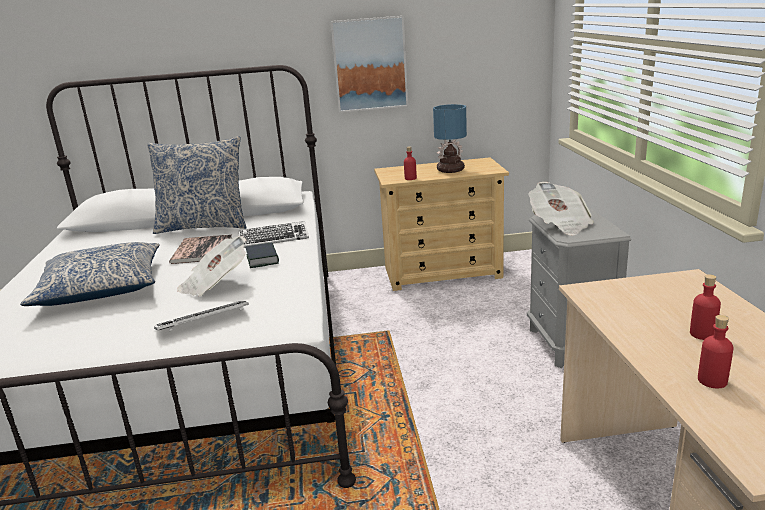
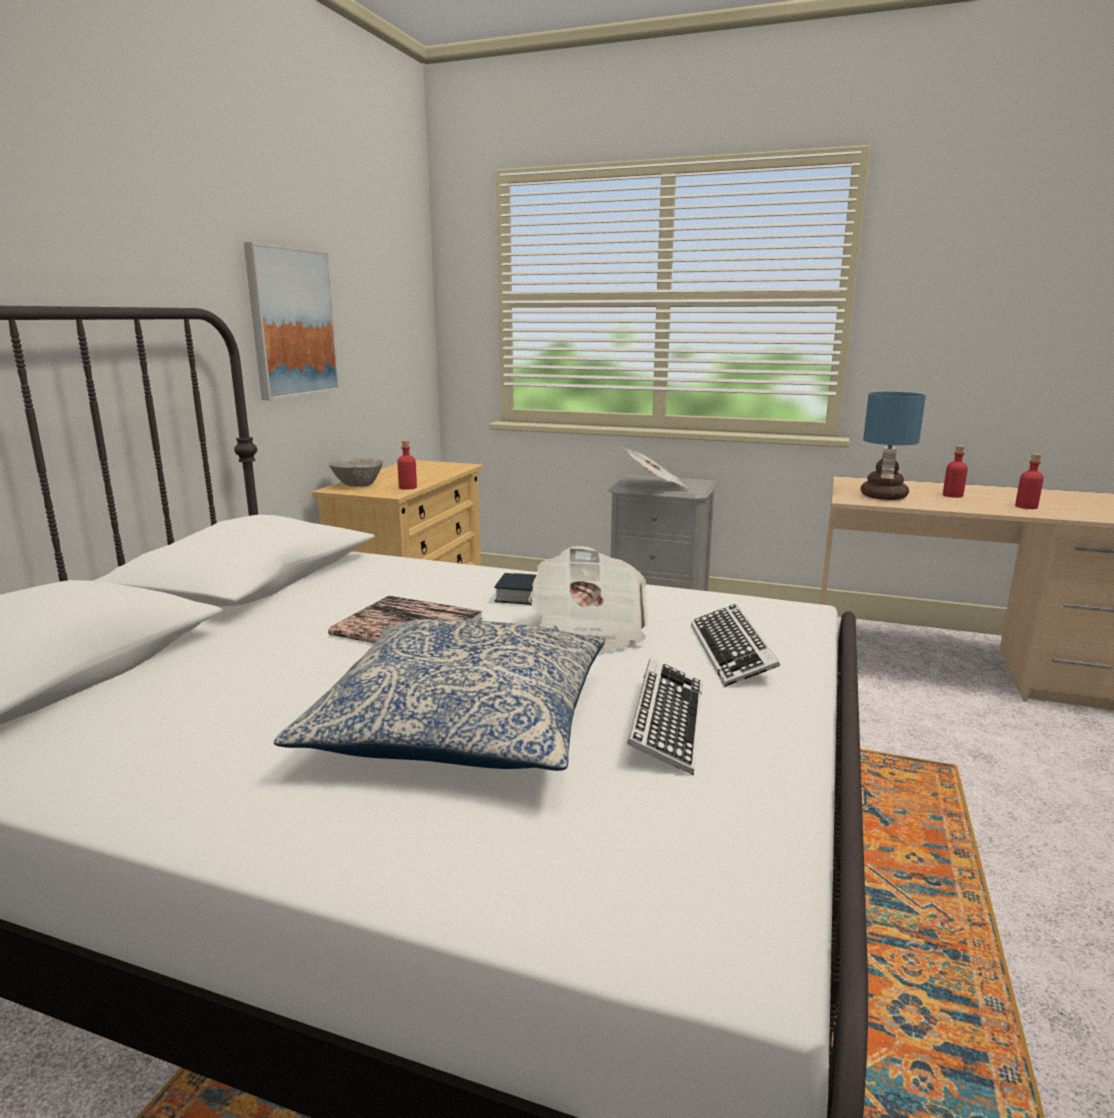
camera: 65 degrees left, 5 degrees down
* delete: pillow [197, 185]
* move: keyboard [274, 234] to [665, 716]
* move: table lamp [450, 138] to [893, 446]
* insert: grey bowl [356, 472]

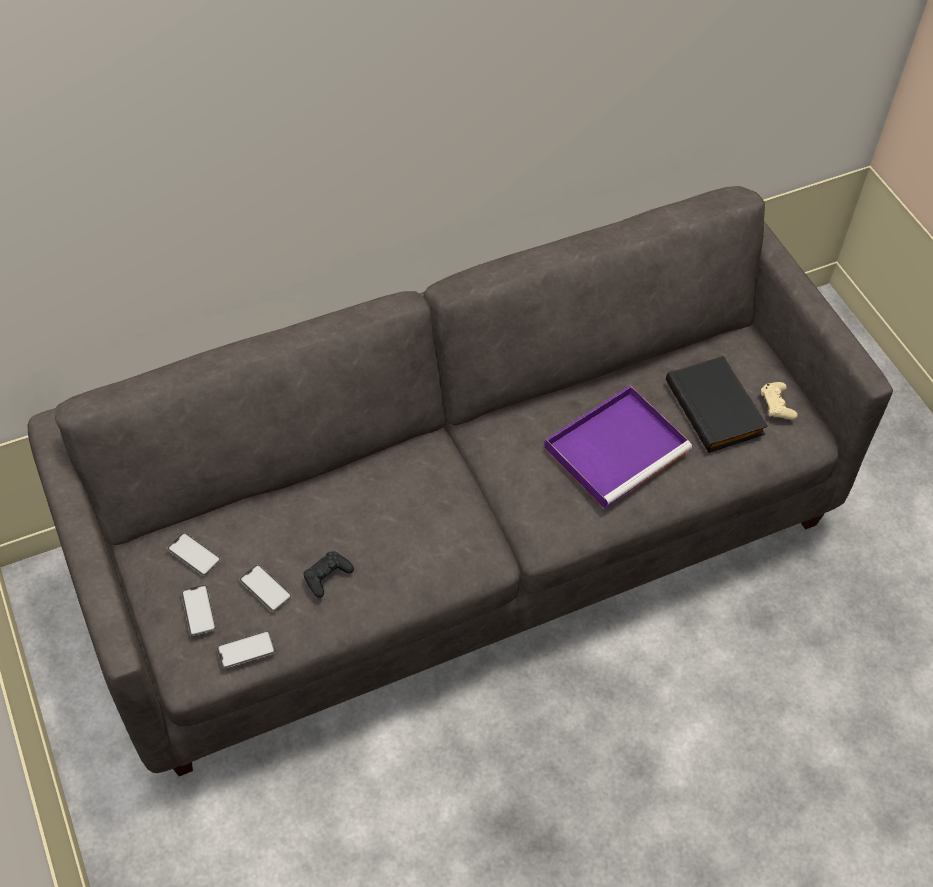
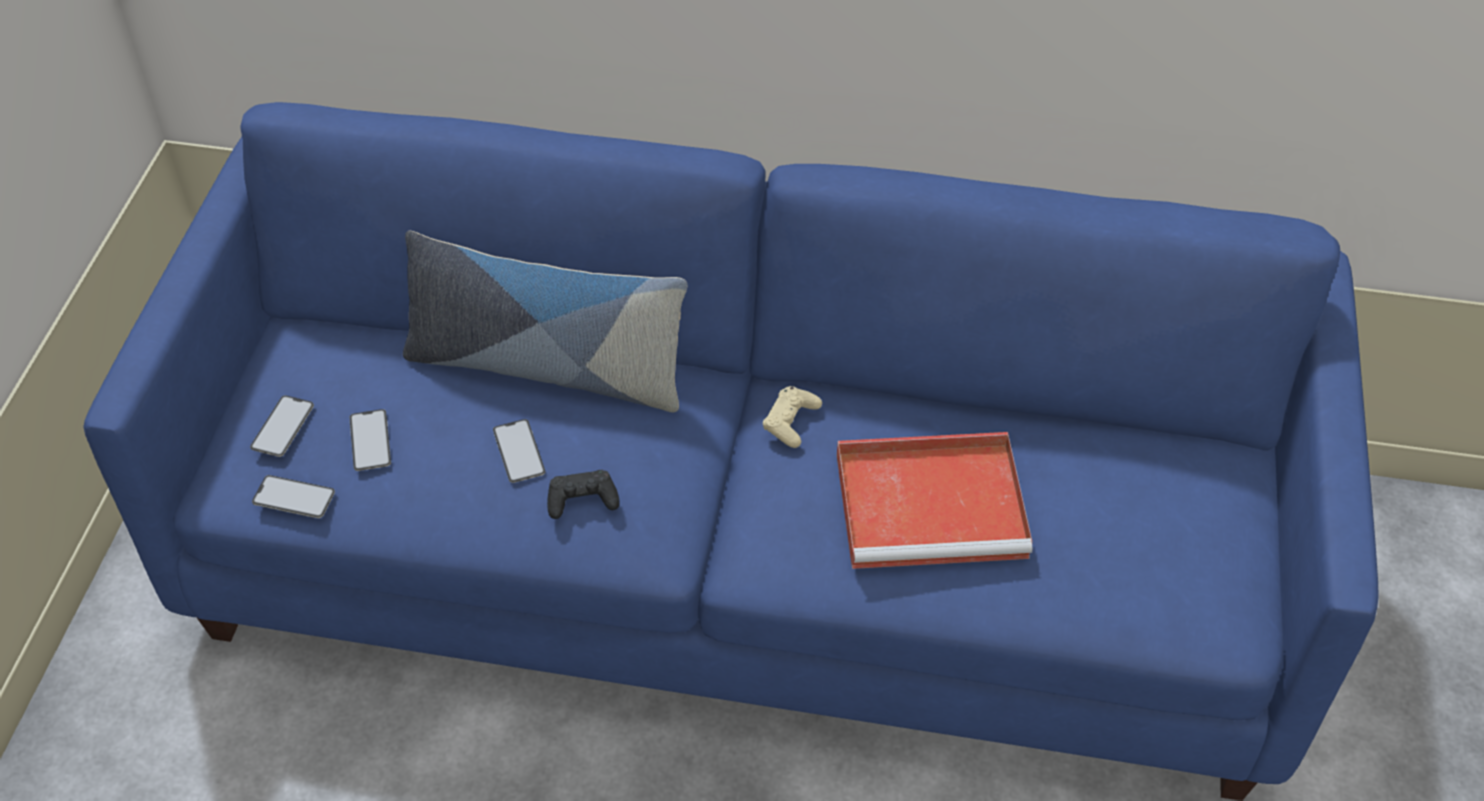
camera: 35 degrees right, 5 degrees down
* recolor: grey sofa [460, 481] to blue sofa [730, 451]
* move: phone [194, 554] to [519, 451]
* move: black game controller [329, 574] to [583, 494]
* recolor: purple tray [618, 447] to red tray [934, 500]
* delete: black book [717, 404]
* move: beige game controller [779, 400] to [792, 417]
* insert: pillow [545, 321]

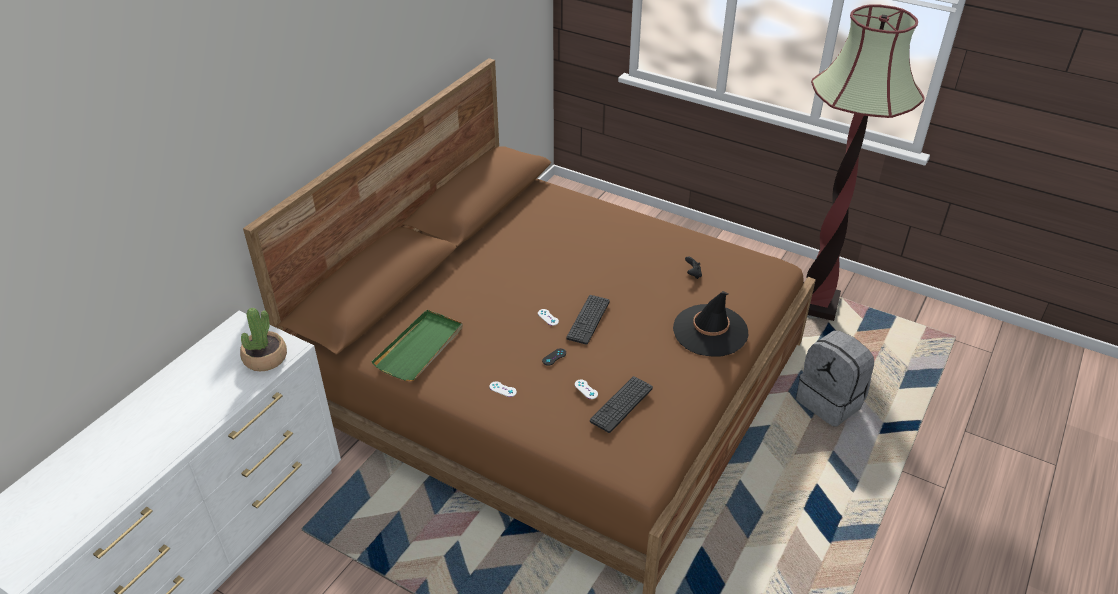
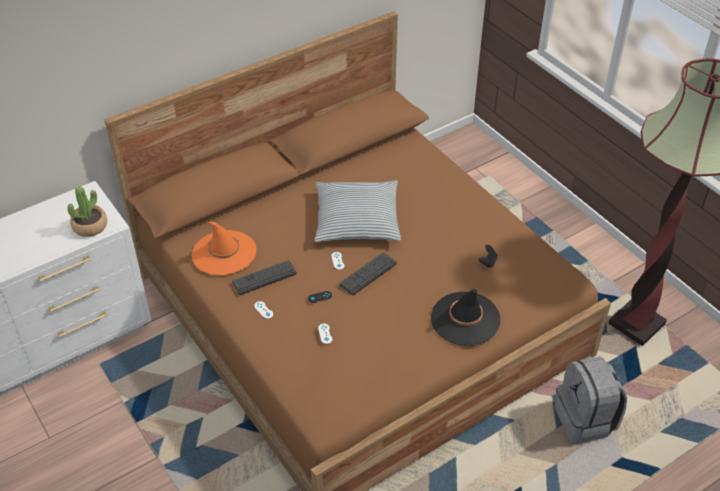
camera: 25 degrees right, 5 degrees up
* replace: green tray [417, 345] to orange hat [224, 248]
* move: keyboard [621, 404] to [264, 277]
* insert: pillow [358, 211]

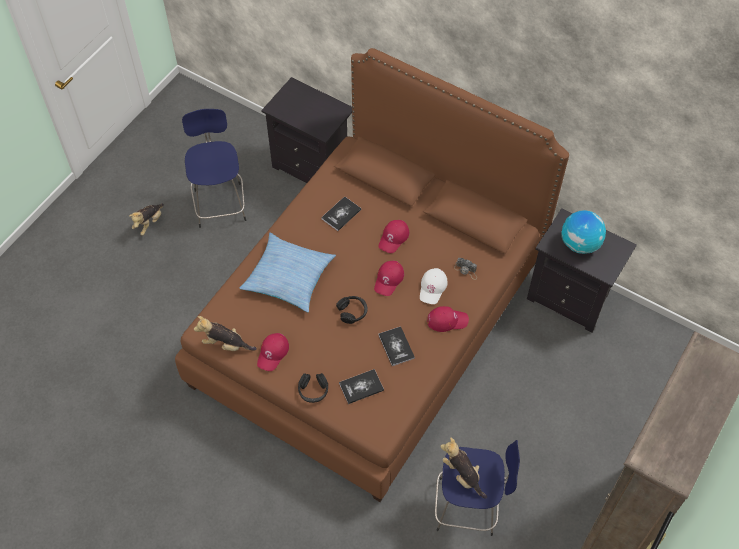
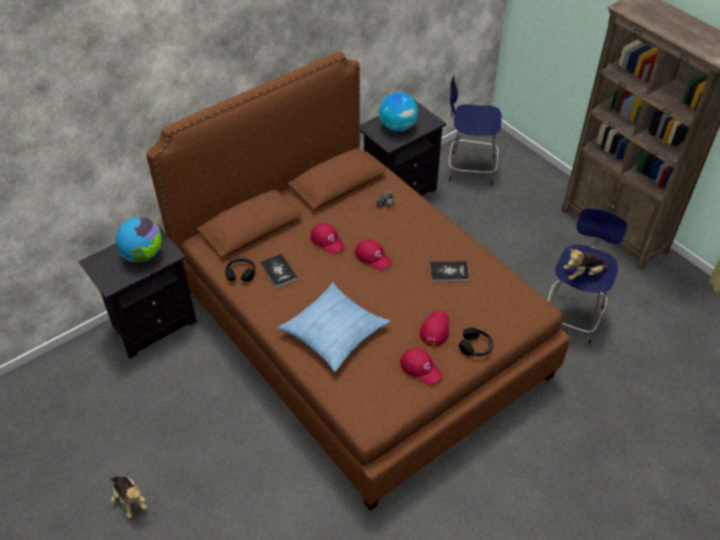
camera: 70 degrees left, 10 degrees down
* move: blue stool [214, 168] to [475, 130]
* delete: plush toy [225, 333]
* move: black headphones [352, 310] to [240, 269]
* delete: book [361, 386]
* delete: white cap [434, 286]
* move: red cap [448, 319] to [434, 328]
* insert: globe [139, 239]

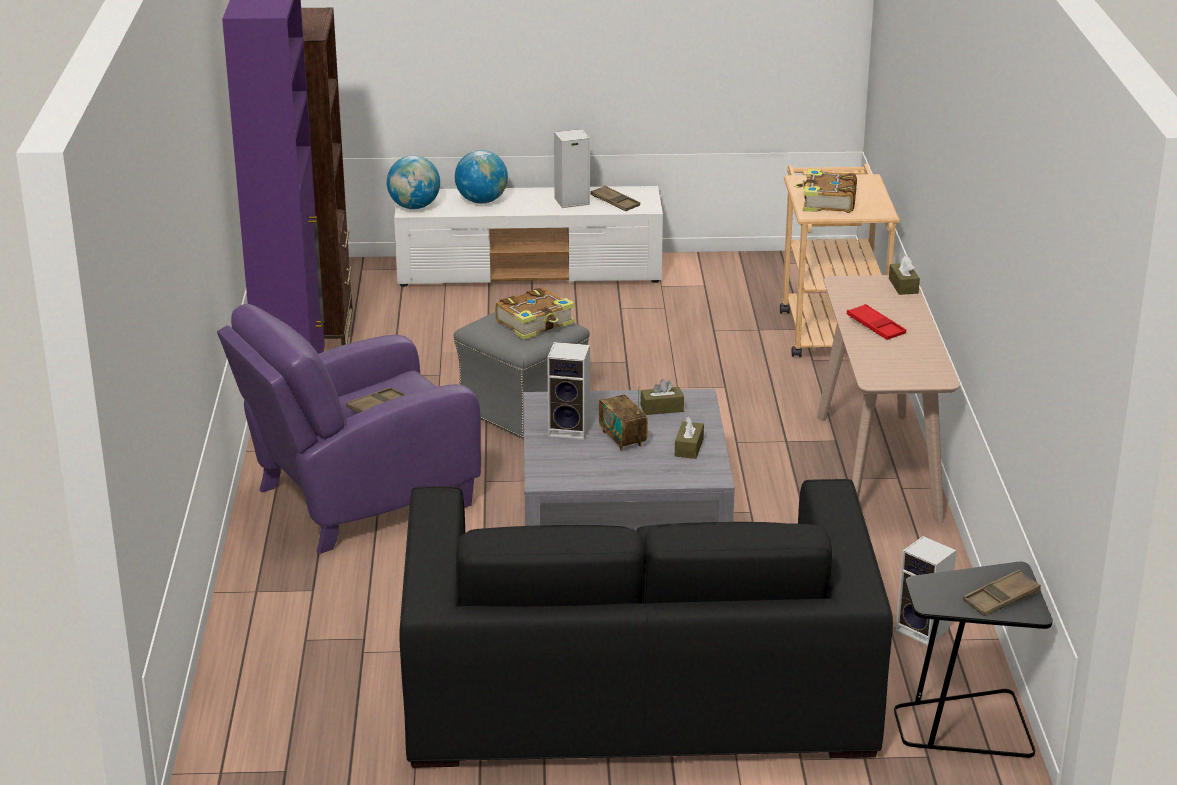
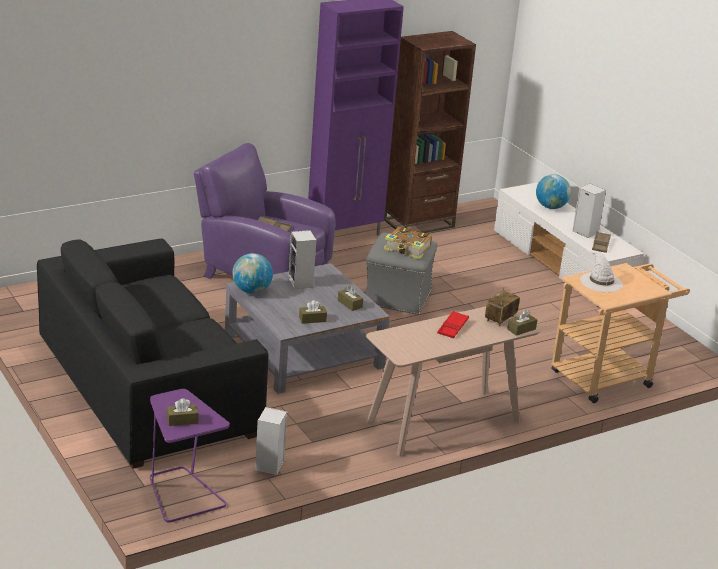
camera: 60 degrees right, 0 degrees up
* move: globe [413, 182] to [252, 273]
* move: radio [623, 418] to [502, 306]
* replace: book [825, 191] to white hat [601, 271]
* recolor: black side table [973, 660] to purple side table [190, 455]
* replace: brown tray [1002, 593] to brown tissue box [183, 412]

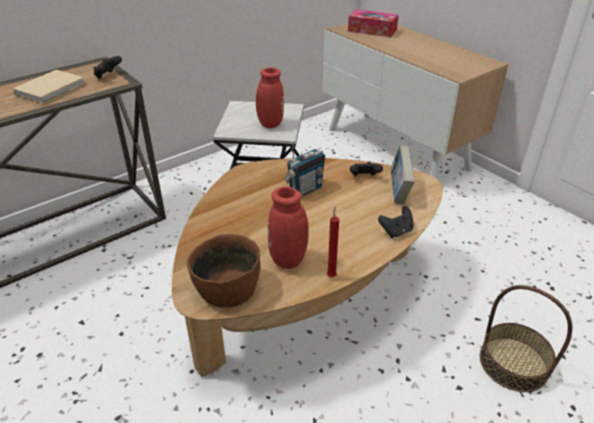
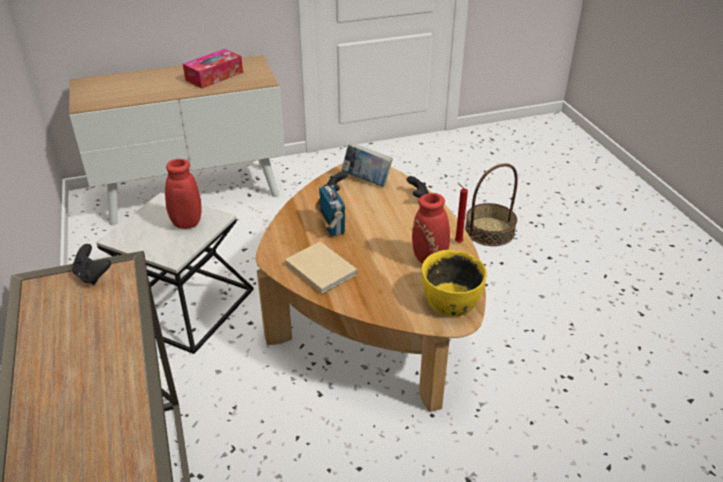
camera: 70 degrees left, 0 degrees up
* move: beige book [49, 87] to [321, 268]
* recolor: brown bowl [223, 271] to yellow bowl [454, 283]
* move: tissue box [373, 23] to [213, 69]

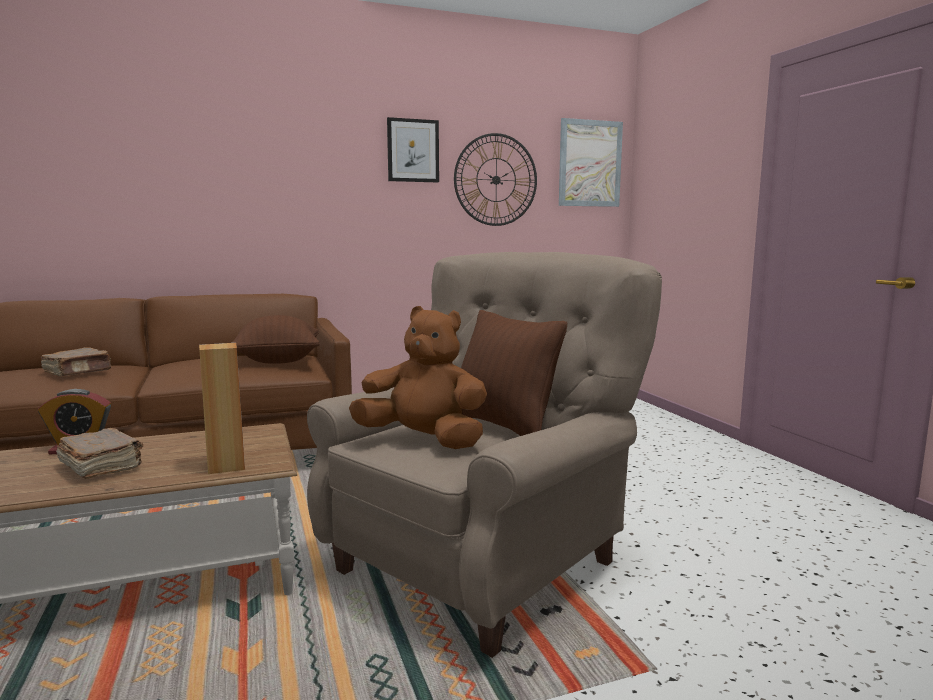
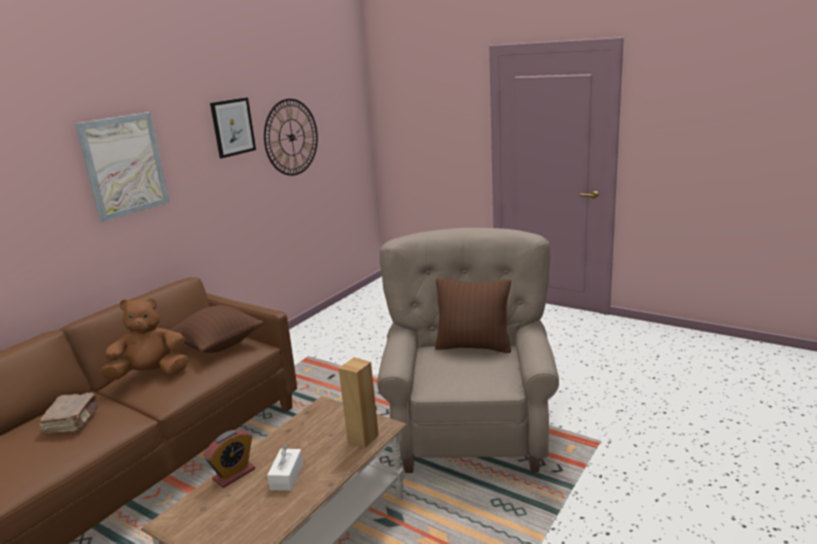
camera: 35 degrees left, 10 degrees up
* replace: brown book [99, 453] to white tissue box [285, 468]
* move: brown plush toy [418, 377] to [144, 338]
* move: picture [591, 162] to [122, 167]

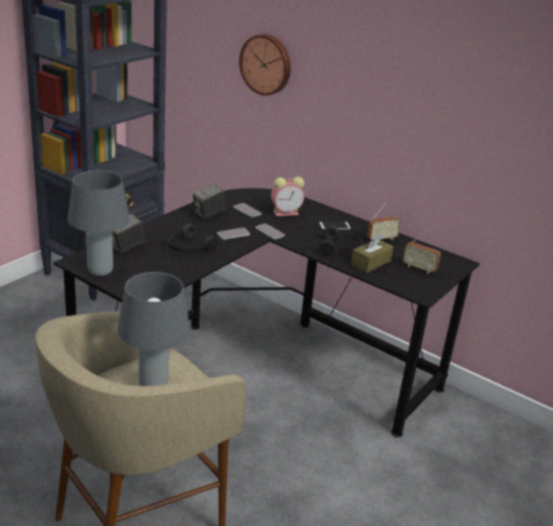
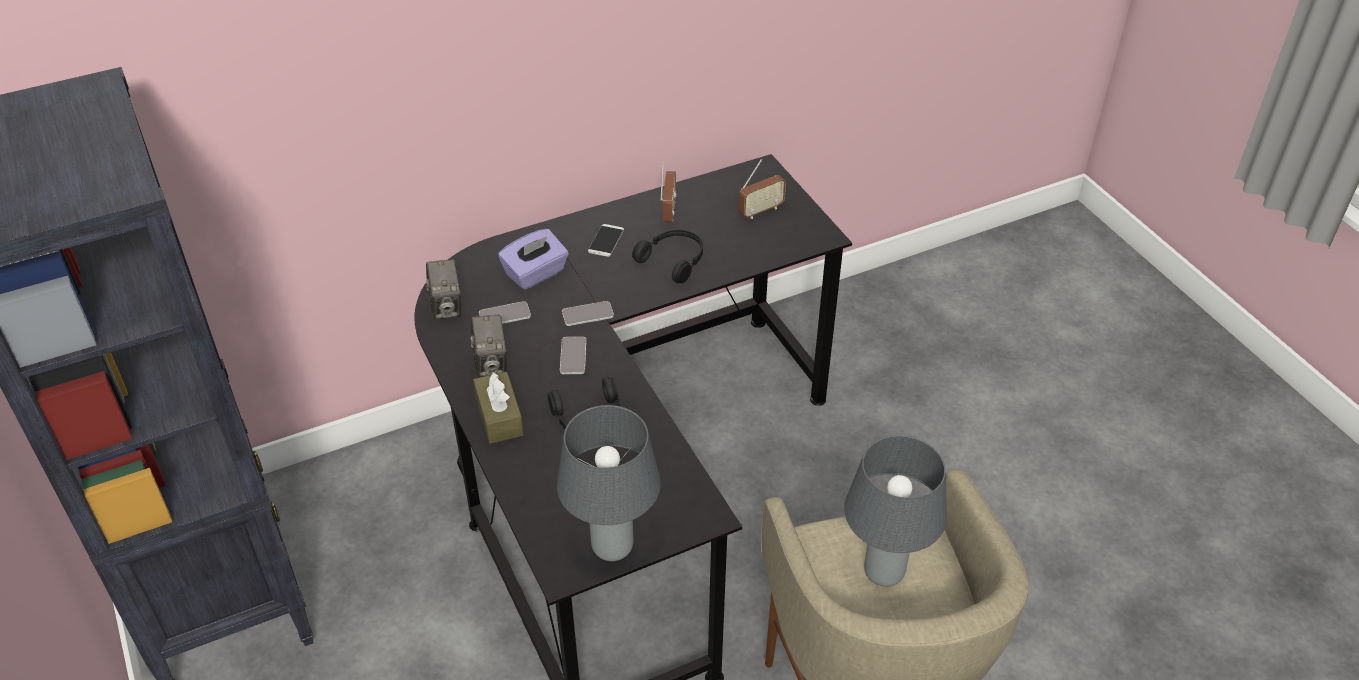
camera: 60 degrees left, 15 degrees up
* move: photo camera [128, 234] to [443, 289]
* delete: wall clock [265, 65]
* replace: alarm clock [287, 196] to purple tissue box [533, 259]
* move: brown tissue box [372, 253] to [498, 407]

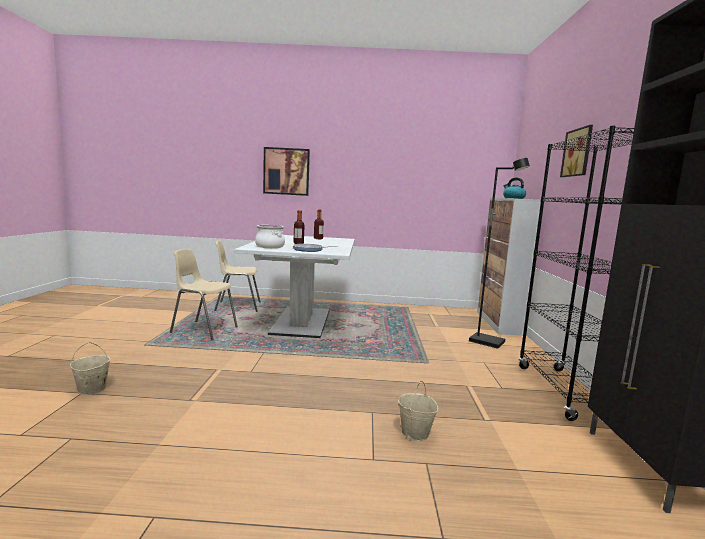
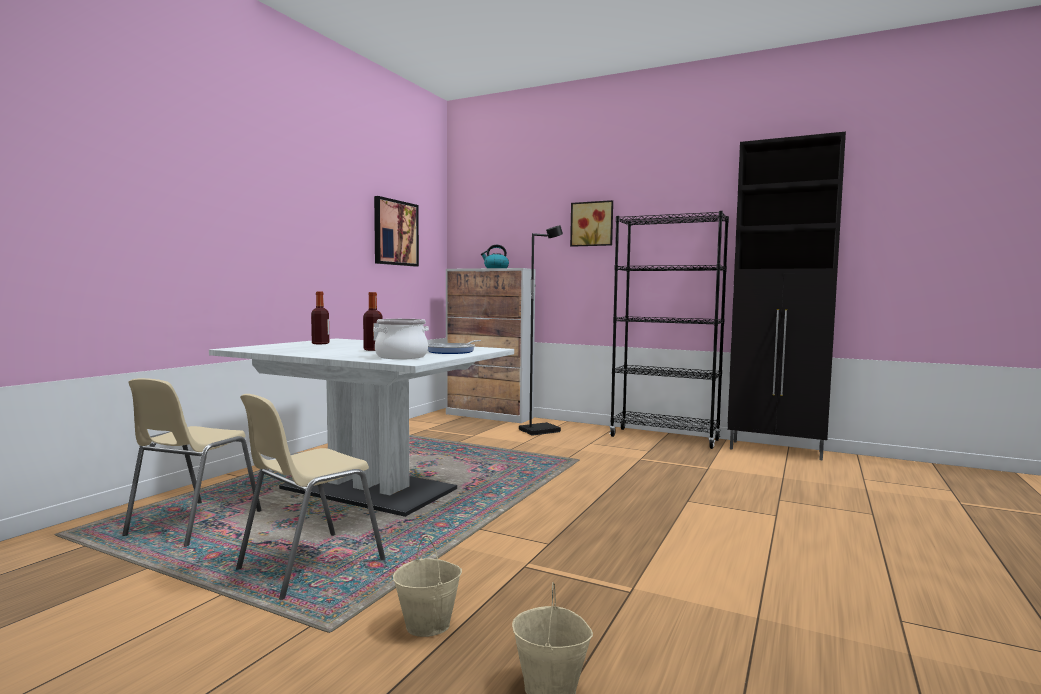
camera: 65 degrees left, 5 degrees down
* move: picture [286, 171] to [396, 231]
* move: beige bucket [418, 411] to [427, 586]

